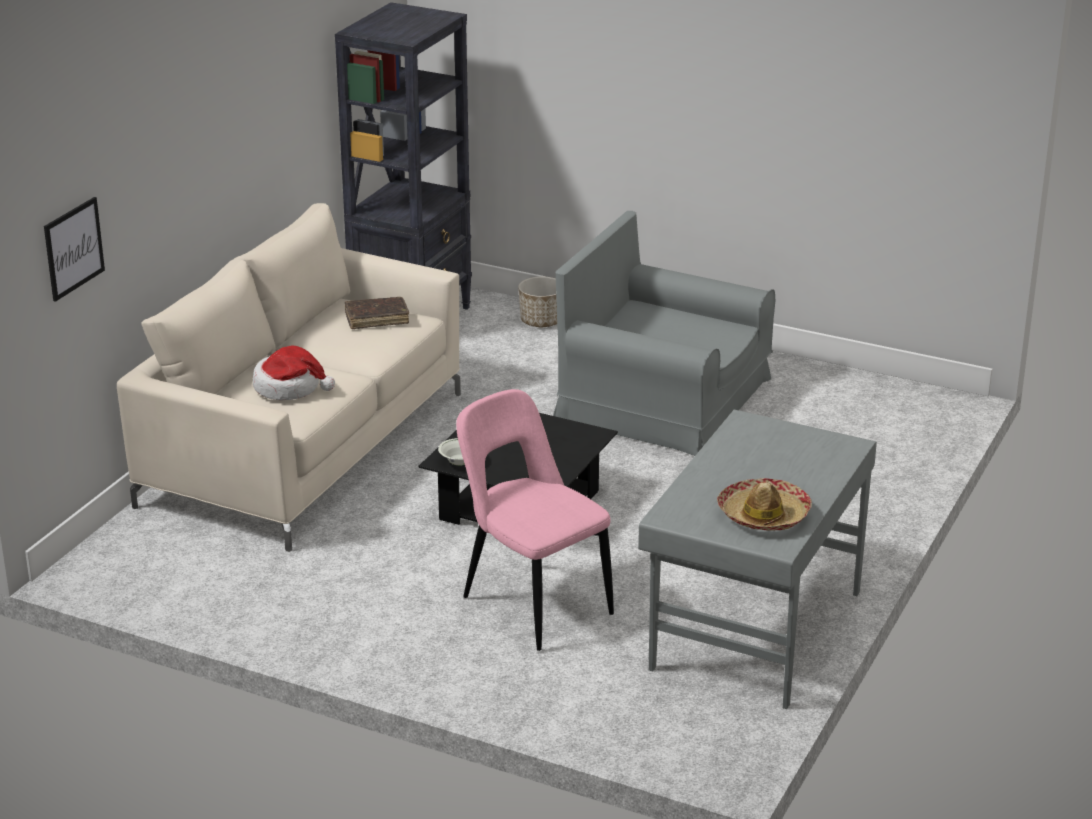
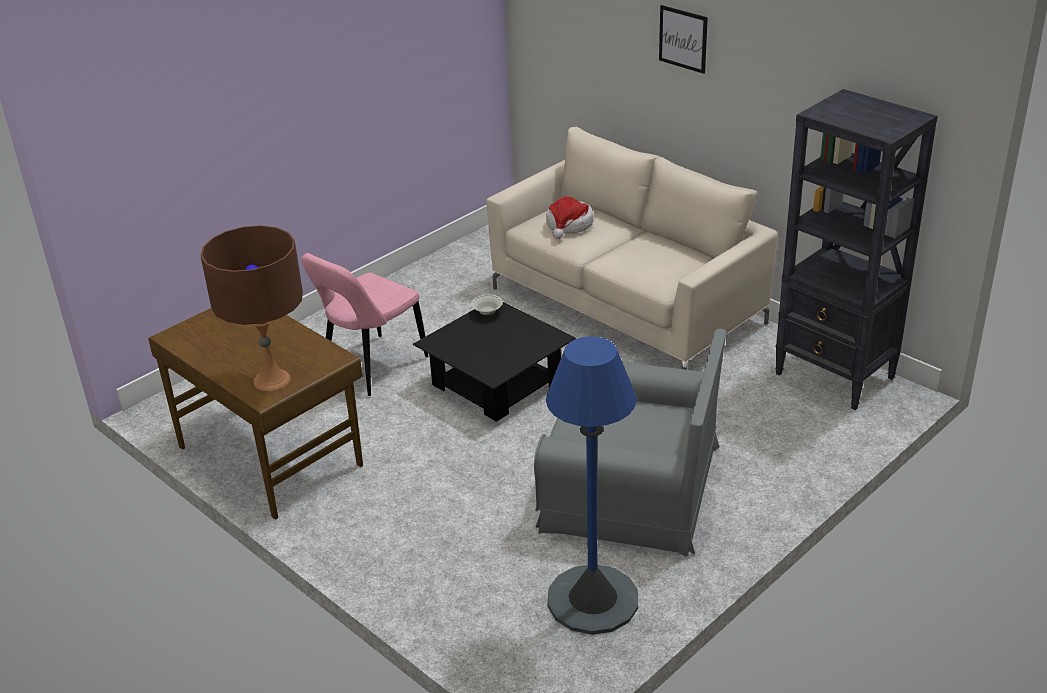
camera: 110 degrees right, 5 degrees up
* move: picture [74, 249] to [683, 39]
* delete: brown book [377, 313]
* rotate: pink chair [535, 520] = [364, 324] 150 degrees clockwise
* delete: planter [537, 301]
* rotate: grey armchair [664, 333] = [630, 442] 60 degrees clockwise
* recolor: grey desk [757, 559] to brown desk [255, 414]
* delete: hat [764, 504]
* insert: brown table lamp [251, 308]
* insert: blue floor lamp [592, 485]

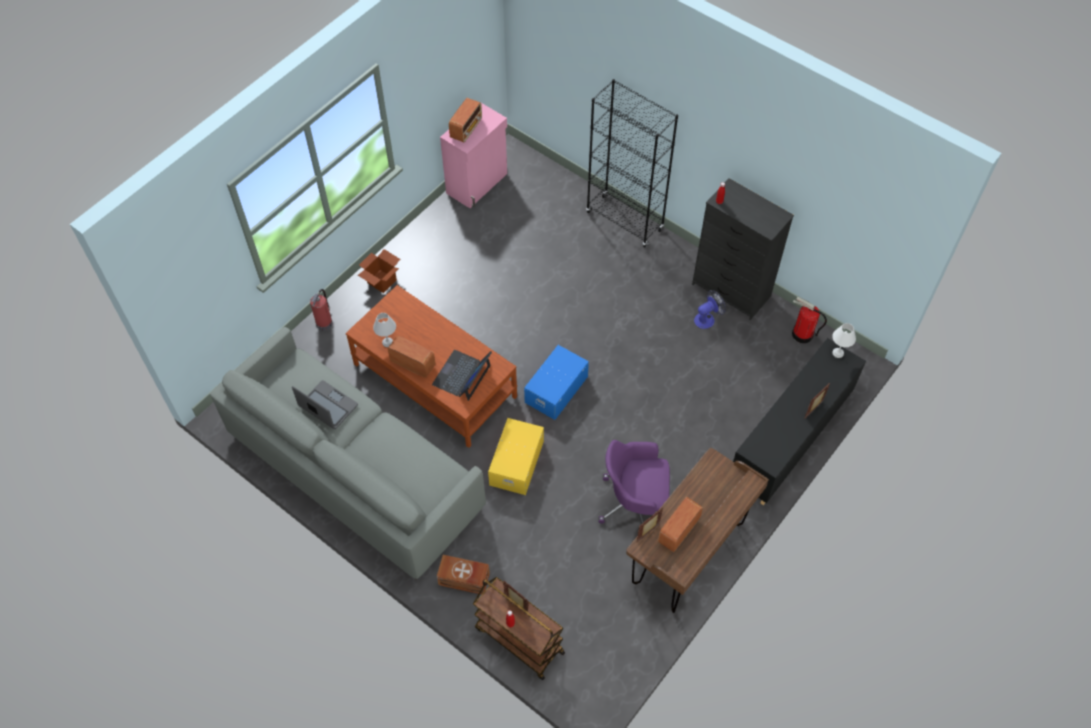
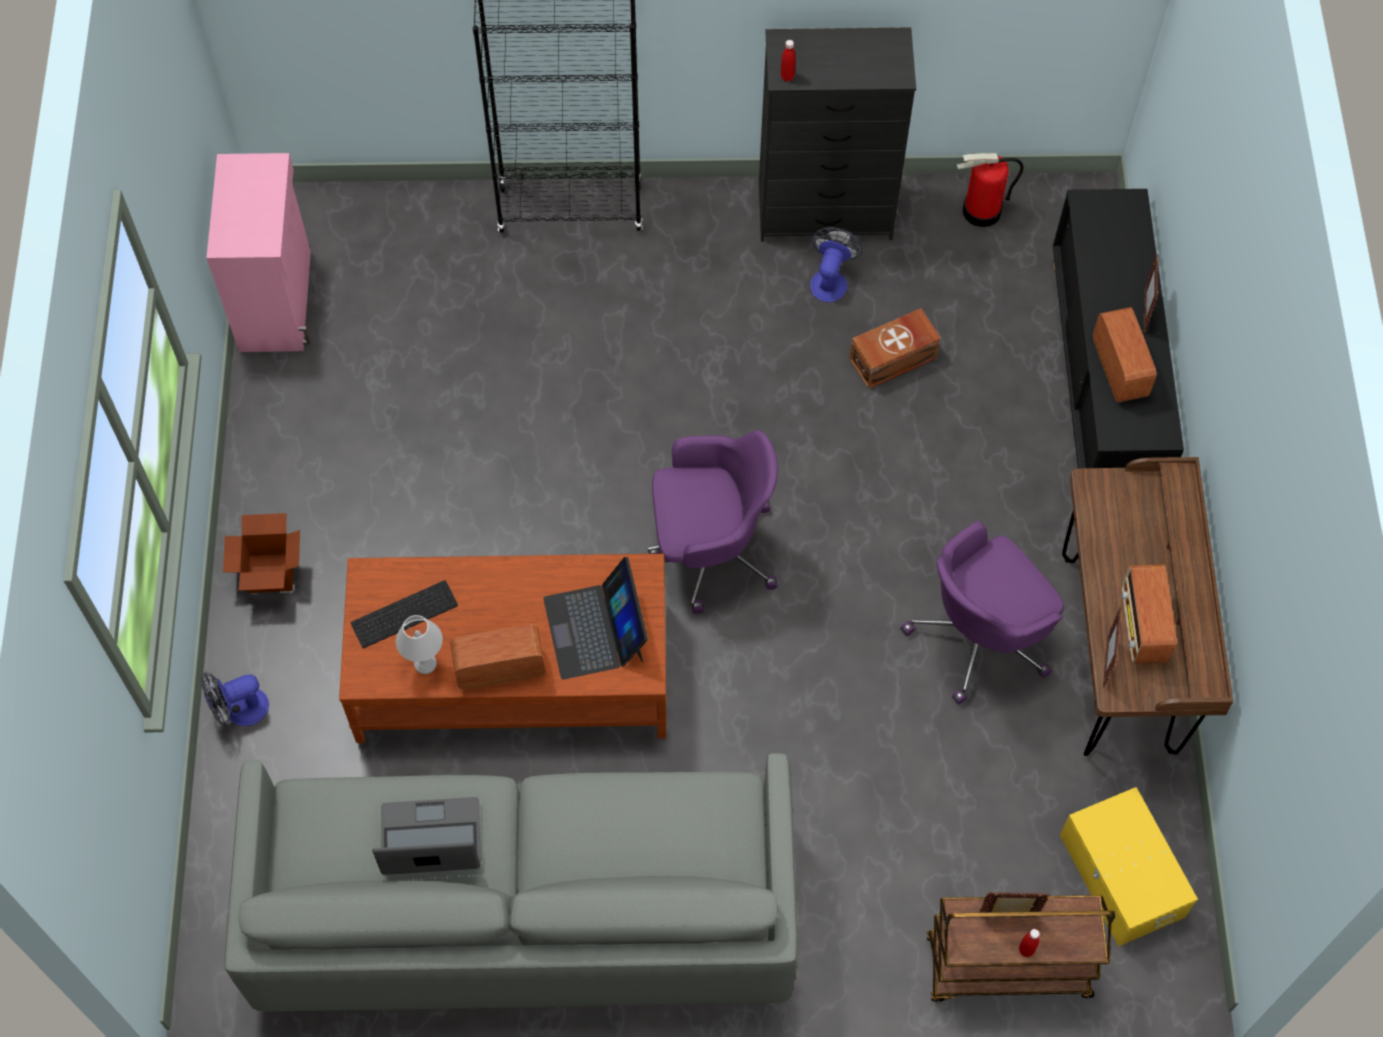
camera: 40 degrees left, 5 degrees up
* replace: fire extinguisher [321, 309] to fan [235, 699]
* move: brown storage box [463, 574] to [895, 348]
* move: radio [465, 120] to [1124, 354]
* move: yellow storage box [516, 456] to [1129, 866]
* replace: blue storage box [556, 382] to purple office chair [713, 522]
* delete: white table lamp [844, 340]
* insert: keyboard [404, 614]

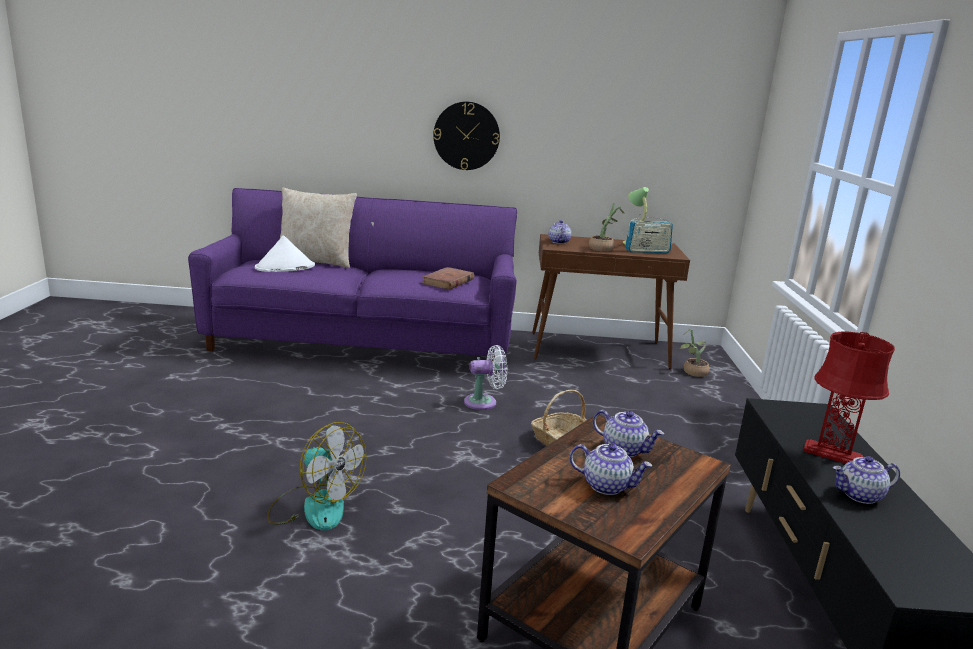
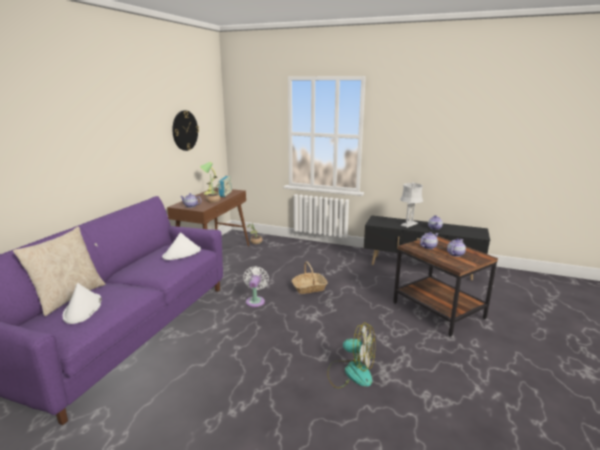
camera: 70 degrees left, 0 degrees up
* rotate: fan [317, 476] = [351, 355] 60 degrees clockwise
* replace: brown book [448, 278] to white hat [181, 246]
* move: wall clock [466, 136] to [185, 130]
* recolor: red table lamp [849, 397] to grey table lamp [411, 205]

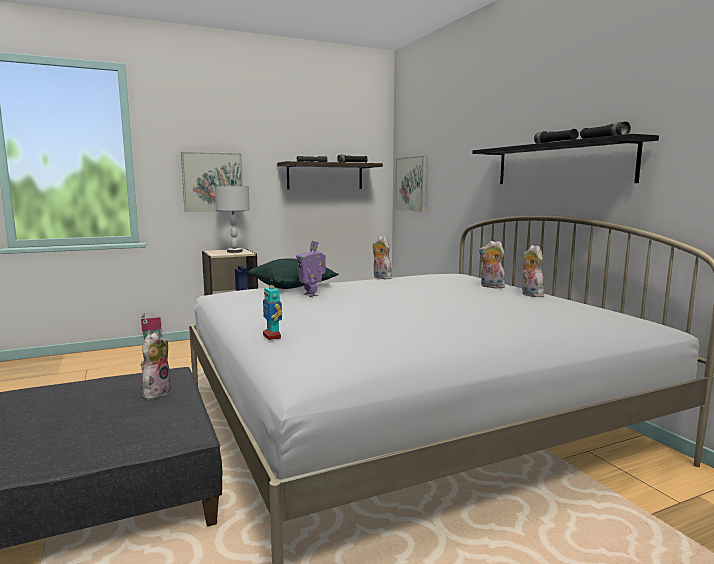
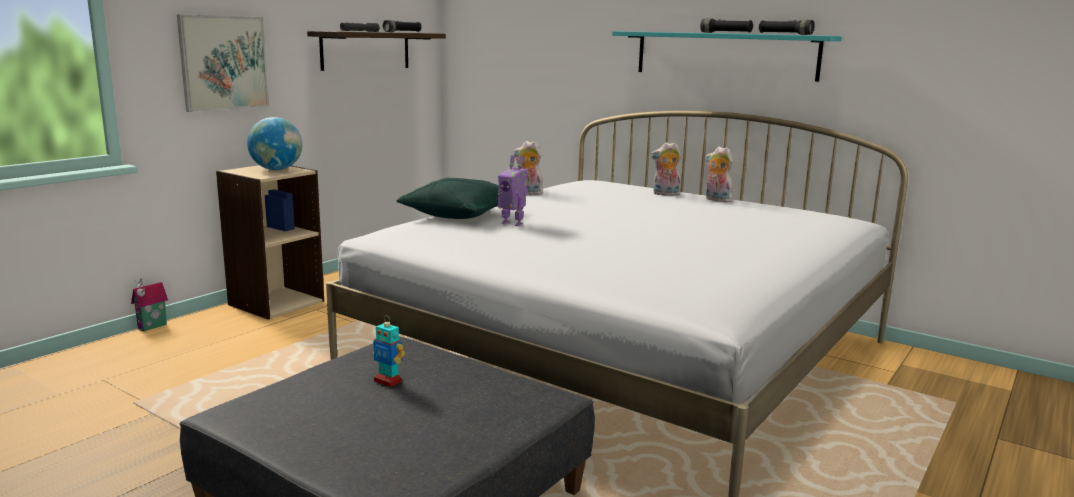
camera: 30 degrees left, 5 degrees up
* delete: plush toy [156, 366]
* replace: grey table lamp [232, 219] to globe [274, 143]
* move: toy robot [272, 311] to [389, 352]
* delete: picture [410, 184]
* recolor: black shelf [565, 159] to turquoise shelf [727, 56]

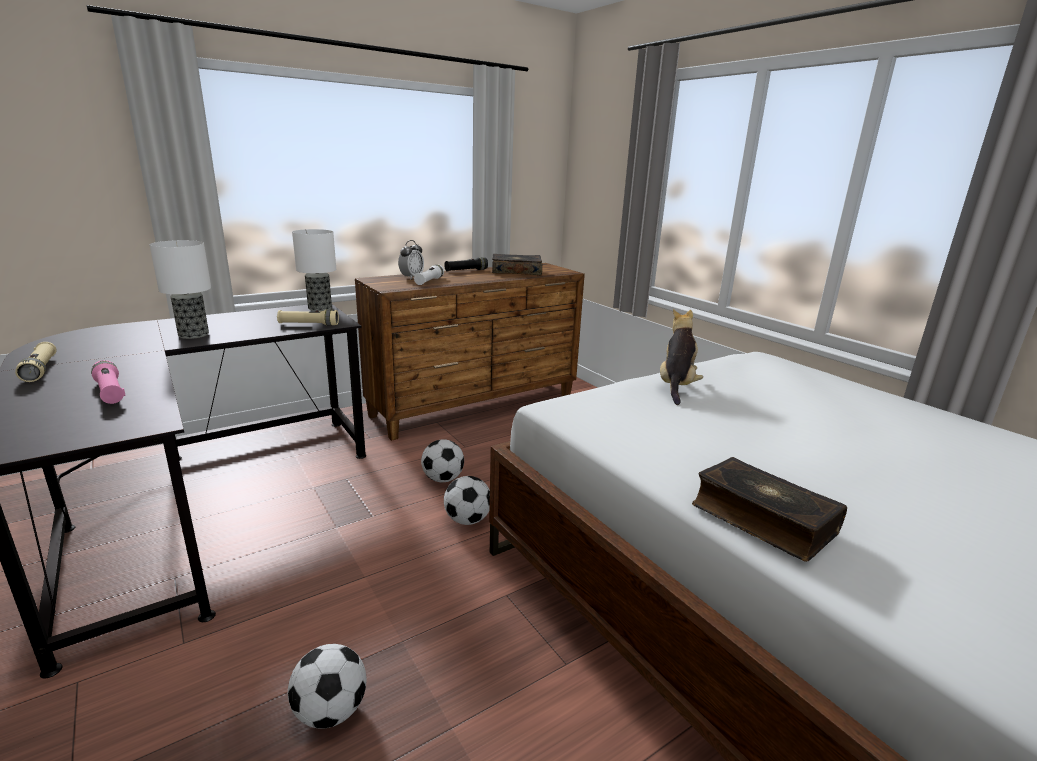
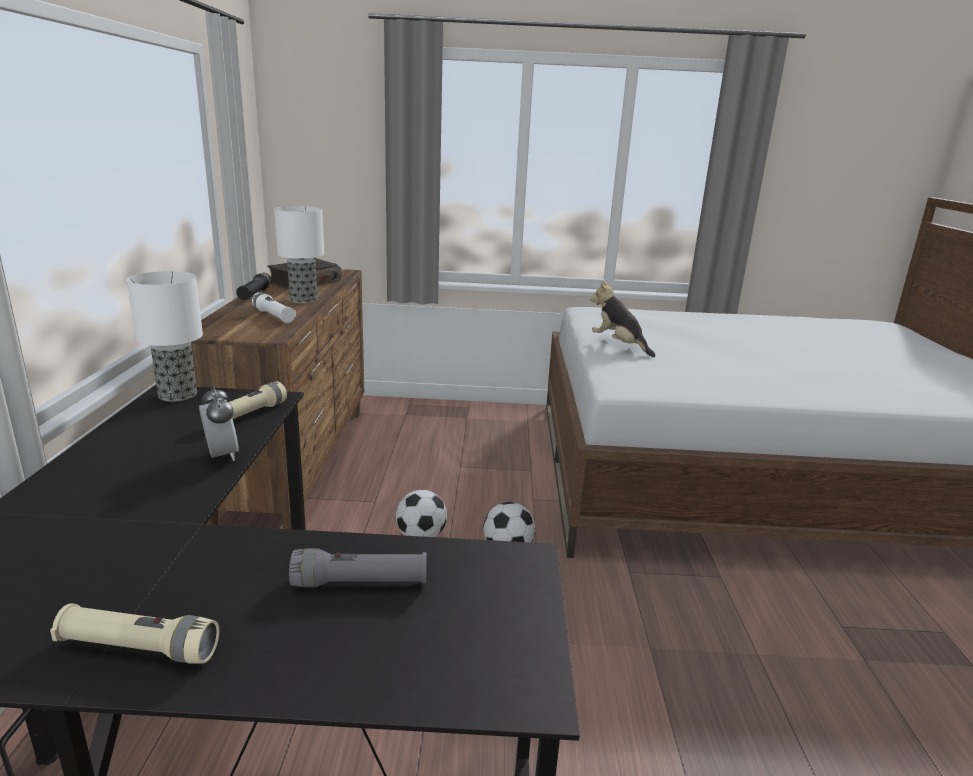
camera: 55 degrees left, 0 degrees up
* recolor: pink flashlight [108, 382] to grey flashlight [358, 567]
* move: table lamp [180, 289] to [299, 255]
* delete: football [327, 686]
* move: alarm clock [411, 260] to [219, 422]
* delete: book [769, 509]

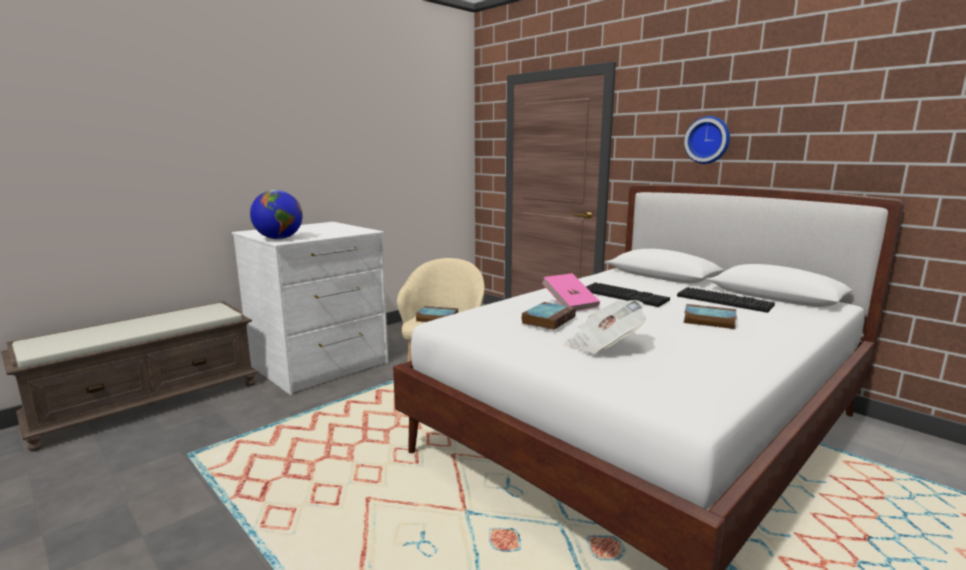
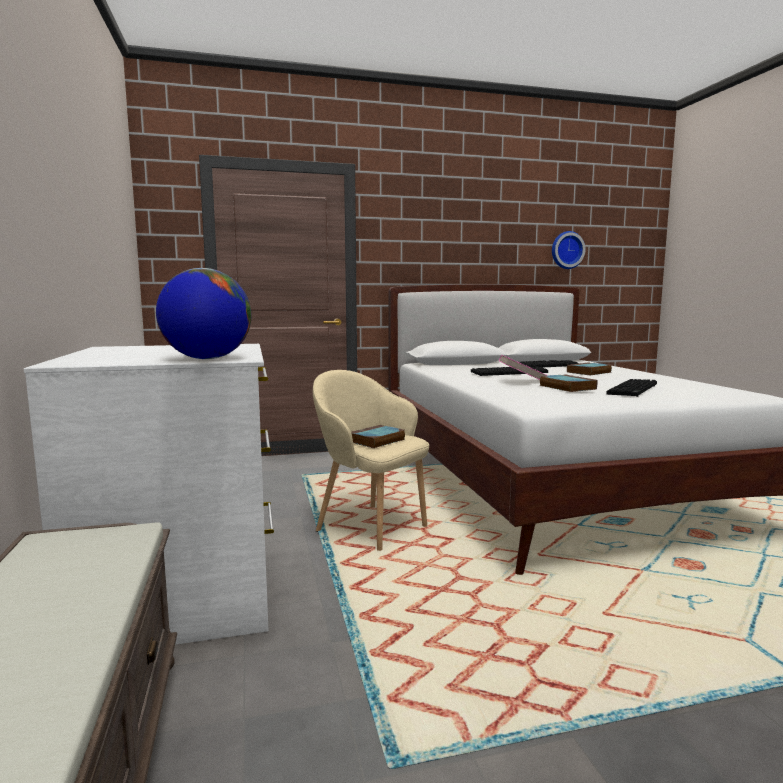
camera: 60 degrees left, 5 degrees down
* replace: newspaper [605, 327] to keyboard [631, 388]
* move: wall clock [707, 140] to [568, 250]

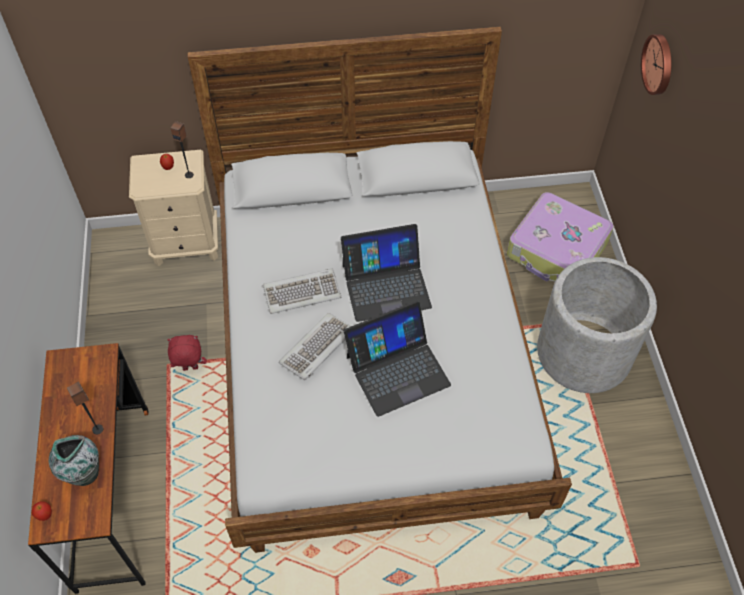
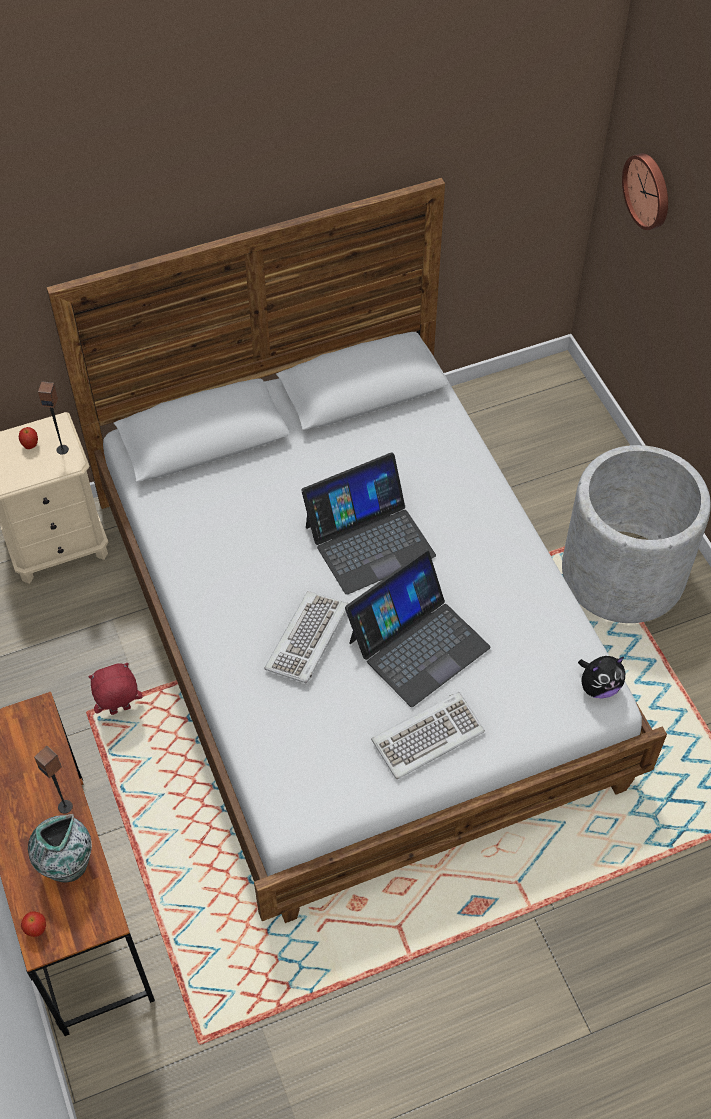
camera: 15 degrees left, 0 degrees up
* move: keyboard [302, 291] to [428, 735]
* delete: suitcase [560, 236]
* insert: plush toy [601, 677]

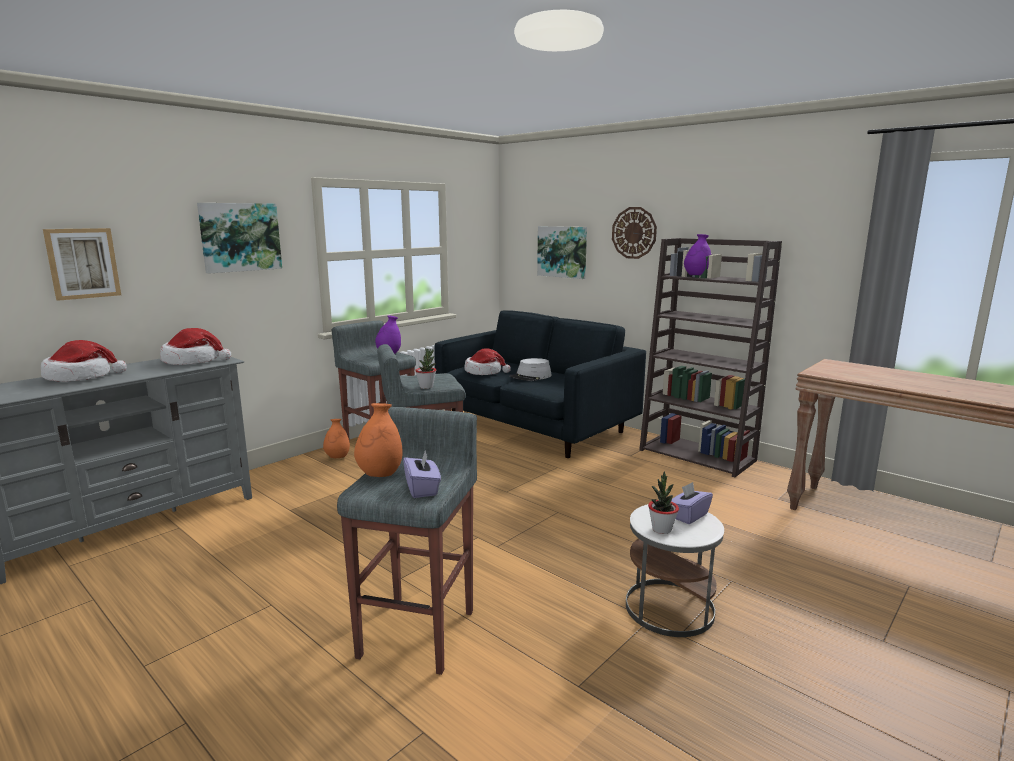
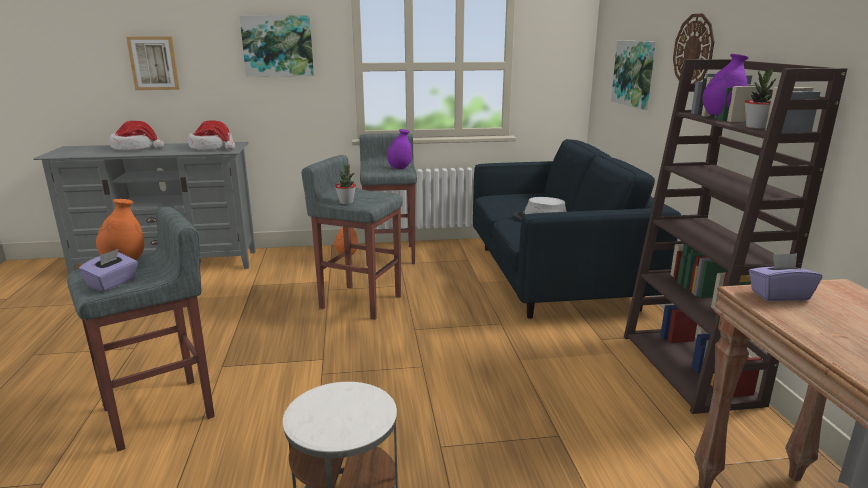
camera: 40 degrees right, 5 degrees up
* delete: hat [487, 361]
* move: potted plant [663, 502] to [760, 98]
* move: purple tissue box [692, 503] to [785, 277]

